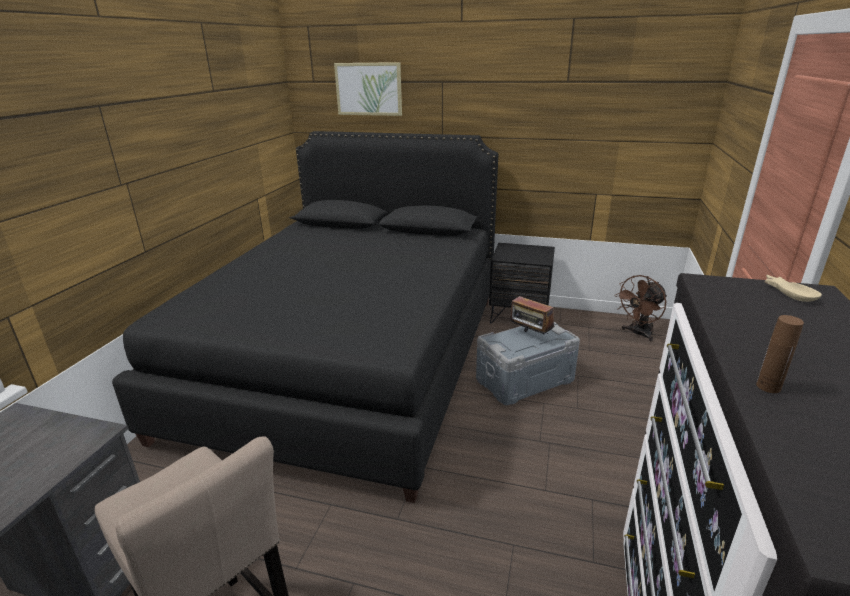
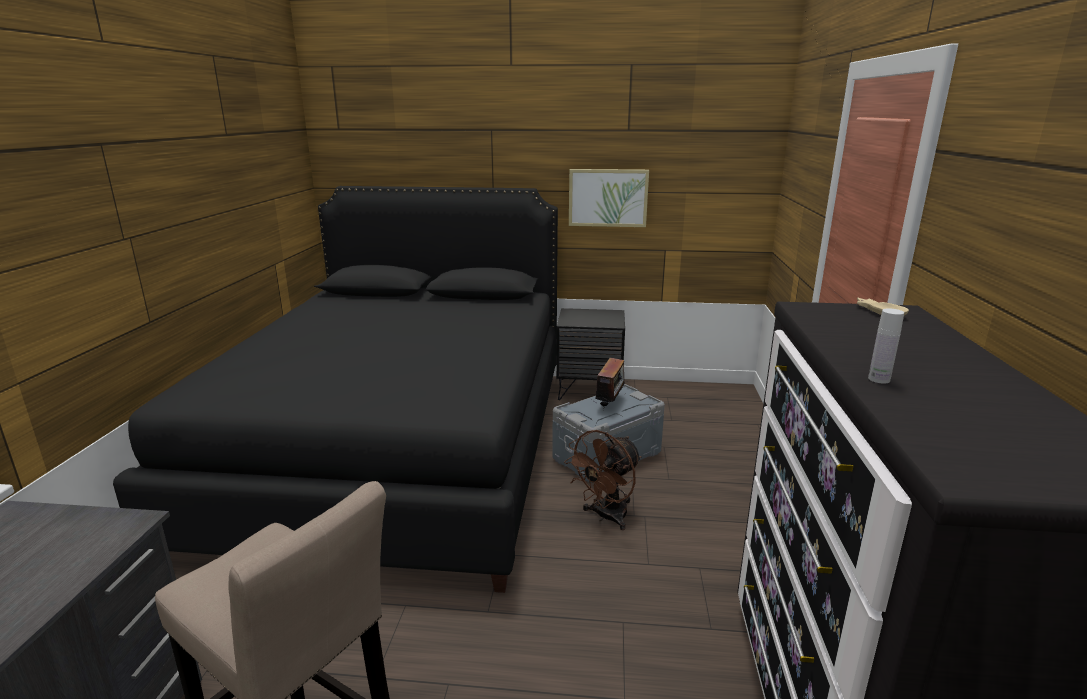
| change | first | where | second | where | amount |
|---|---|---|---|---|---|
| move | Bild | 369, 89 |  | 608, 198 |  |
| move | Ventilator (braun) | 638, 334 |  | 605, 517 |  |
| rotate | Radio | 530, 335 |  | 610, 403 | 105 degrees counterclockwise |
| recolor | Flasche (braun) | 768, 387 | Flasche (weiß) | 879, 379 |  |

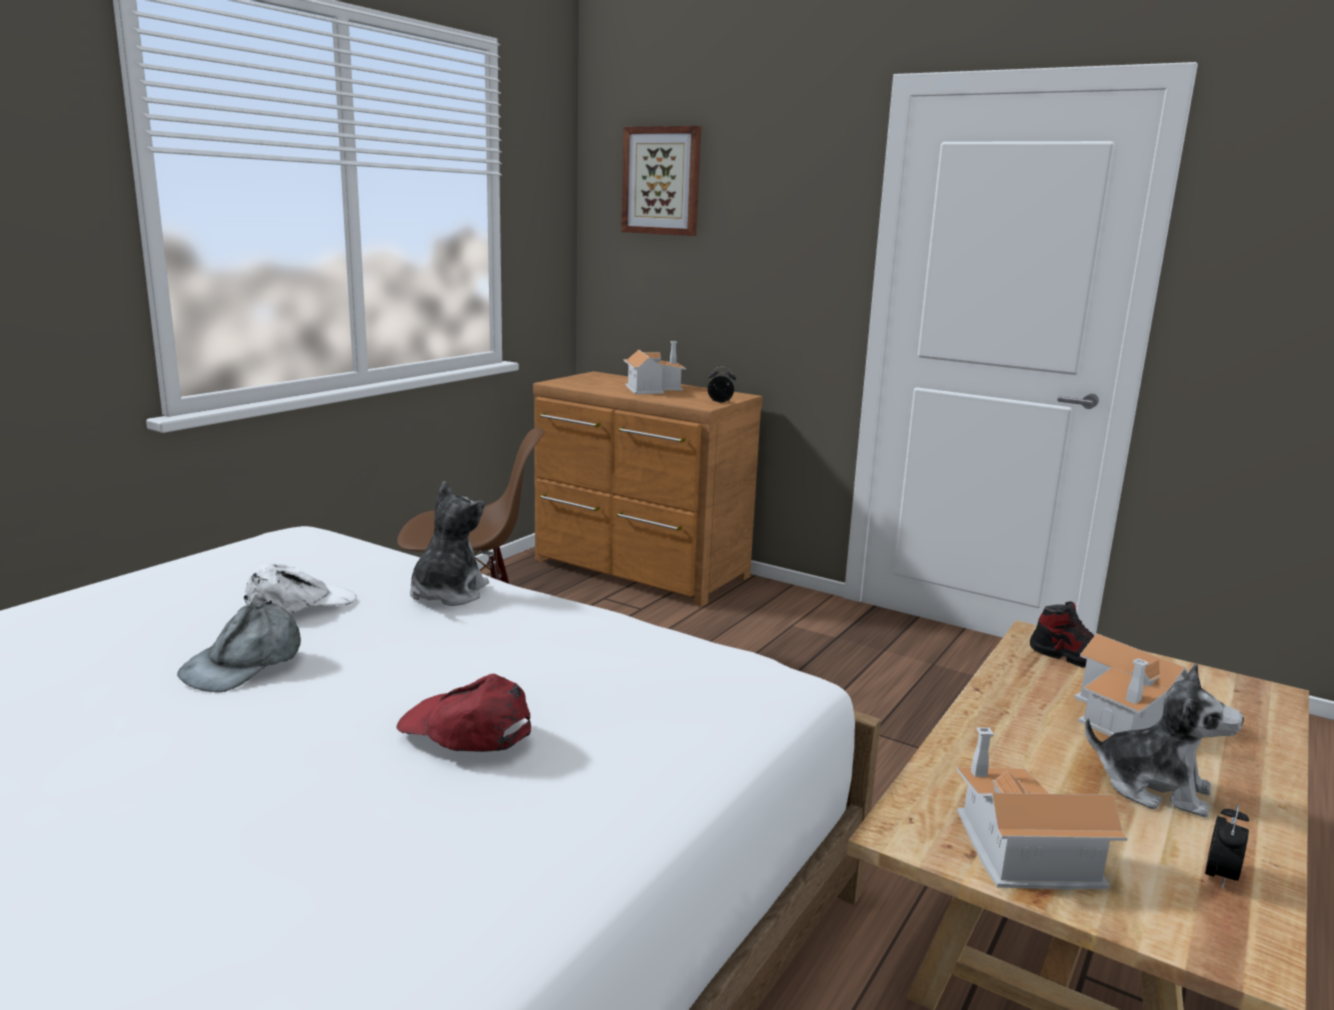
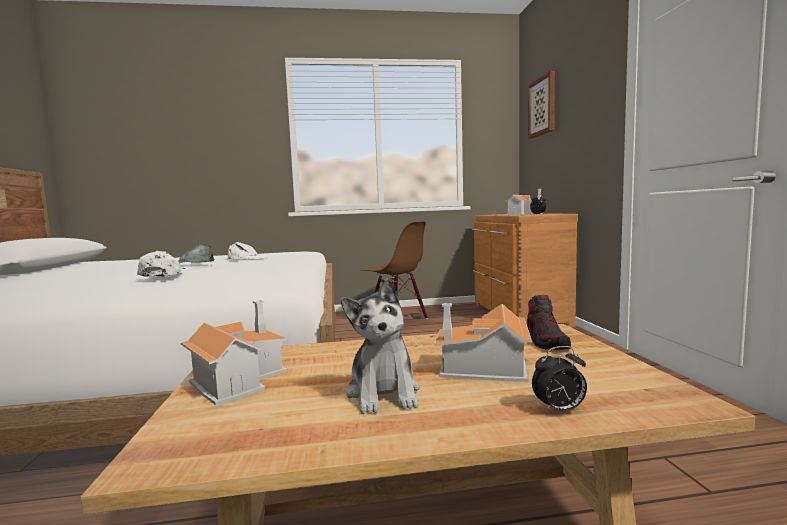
| change | first | where | second | where | amount |
|---|---|---|---|---|---|
| delete | Plüschtier | 447, 593 |  |  |  |
| recolor | Kappe (rot) | 465, 728 | Kappe (weiß) | 162, 274 |  |
| move | Wecker | 1220, 877 |  | 559, 410 |  |

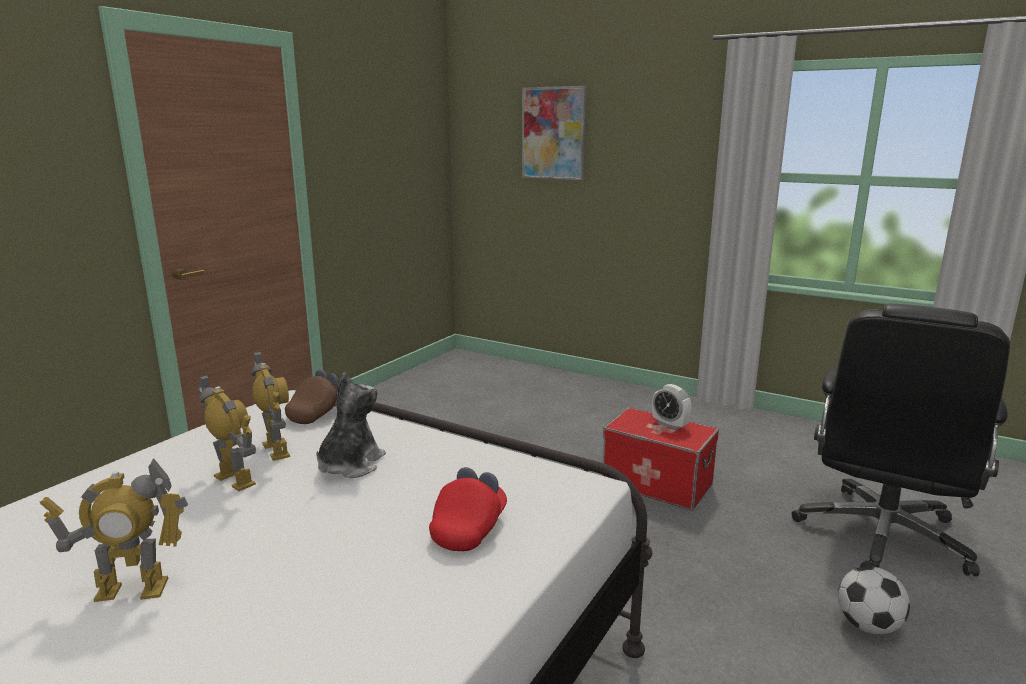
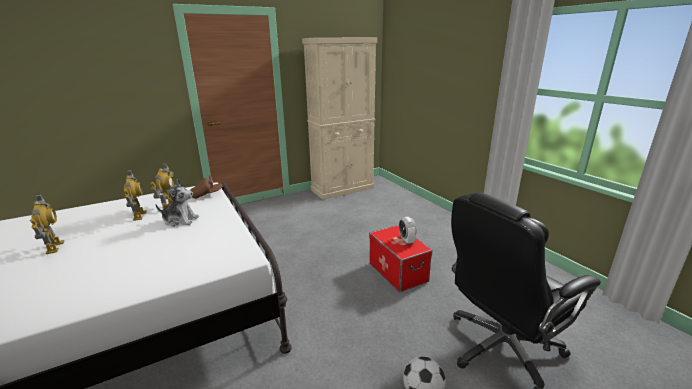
| change | first | where | second | where | amount |
|---|---|---|---|---|---|
| delete | Bild | 553, 133 |  |  |  |
| rotate | Plüschtier | 350, 465 |  | 180, 220 | 45 degrees clockwise |
| rotate | Spielzeugroboter | 132, 590 |  | 54, 247 | 135 degrees counterclockwise |
| delete | Kappe (rot) | 469, 528 |  |  |  |
| insert |  |  | Schrank (beige) | 342, 189 |  |

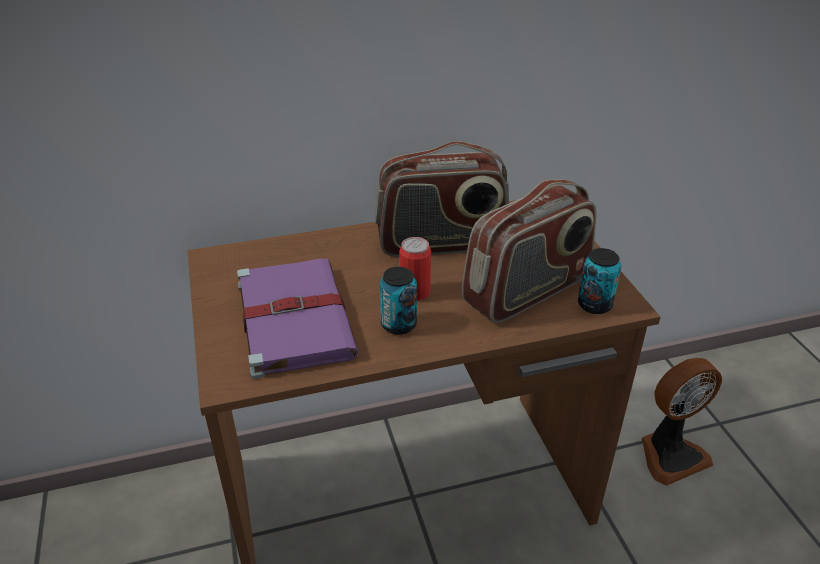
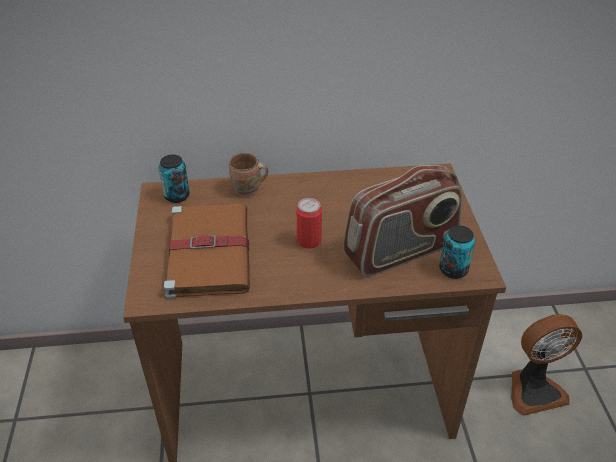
| change | first | where | second | where | amount |
|---|---|---|---|---|---|
| delete | Radio | 441, 243 |  |  |  |
| recolor | Buch (lila) | 293, 317 | Buch (braun) | 209, 251 |  |
| move | Dose | 398, 324 |  | 177, 196 |  |
| insert |  |  | Henkelbecher (braun) | 248, 190 |  |

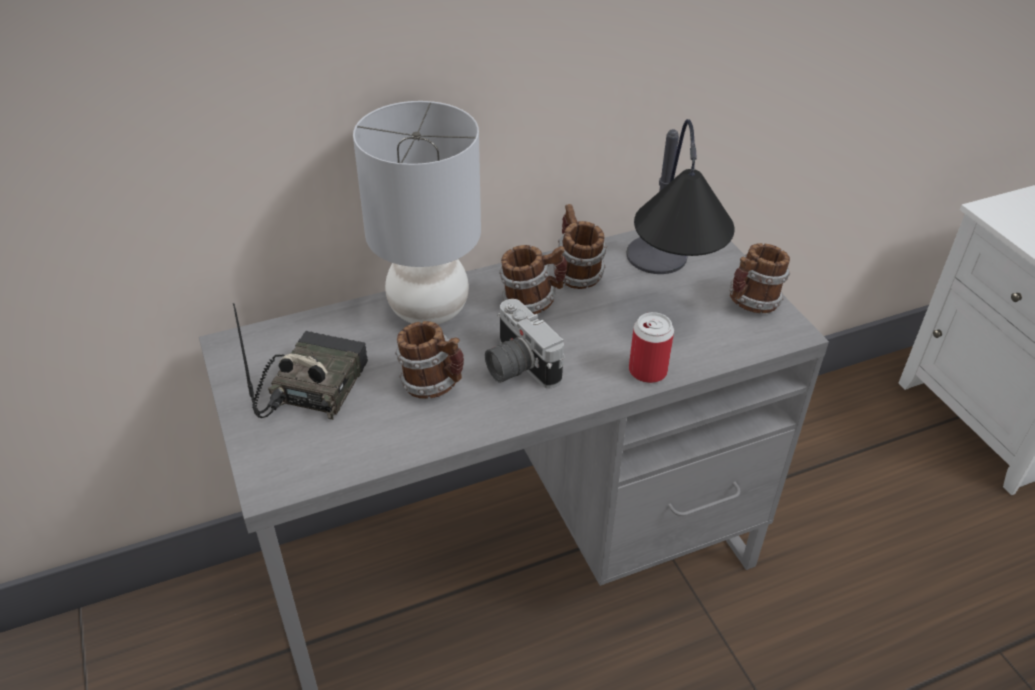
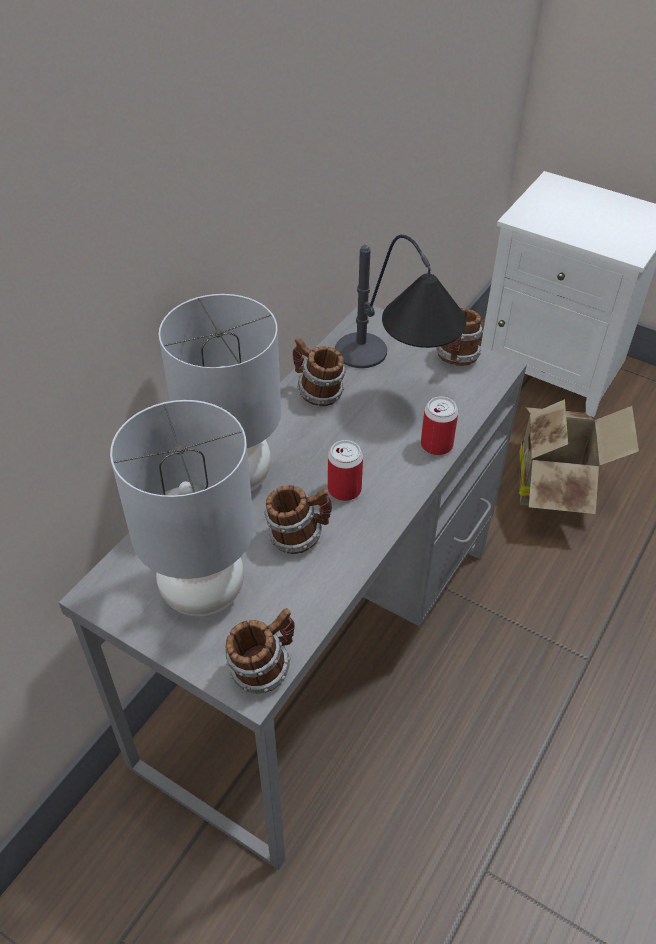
| change | first | where | second | where | amount |
|---|---|---|---|---|---|
| move | Henkelbecher | 532, 302 |  | 263, 668 |  |
| replace | Kamera | 516, 366 | Dose | 344, 489 |  |
| replace | Radio | 311, 386 | Tischlampe (grau) | 204, 590 |  |
| insert |  |  | Karton | 557, 485 |  |

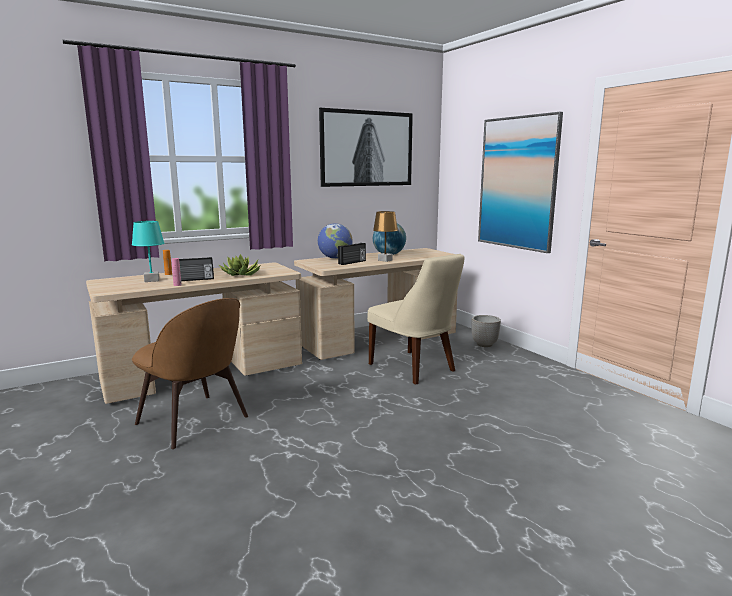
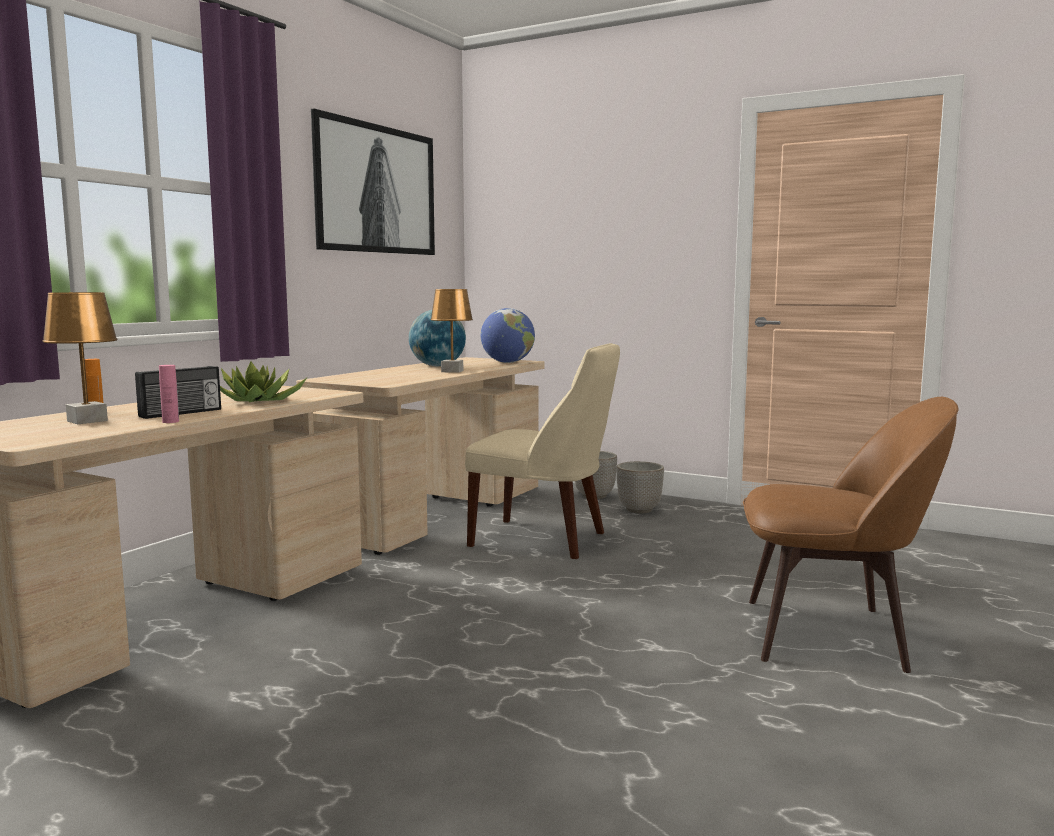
| change | first | where | second | where | amount |
|---|---|---|---|---|---|
| delete | Bild | 517, 183 |  |  |  |
| recolor | Tischlampe (türkis) | 151, 280 | Tischlampe (braun) | 87, 421 |  |
| move | Globus | 335, 258 |  | 507, 362 |  |
| delete | Radio | 352, 262 |  |  |  |
| move | Stuhl (braun) | 195, 421 |  | 831, 634 |  |
| insert |  |  | Pflanzkübel | 639, 510 |  |

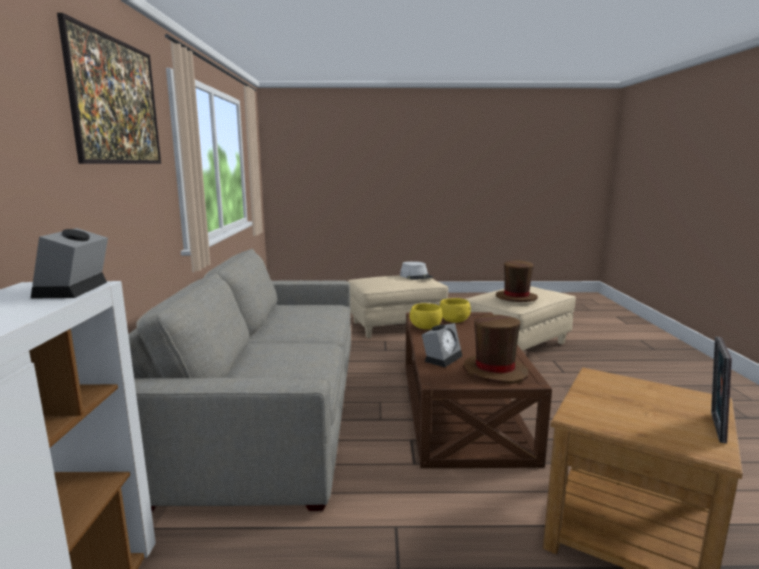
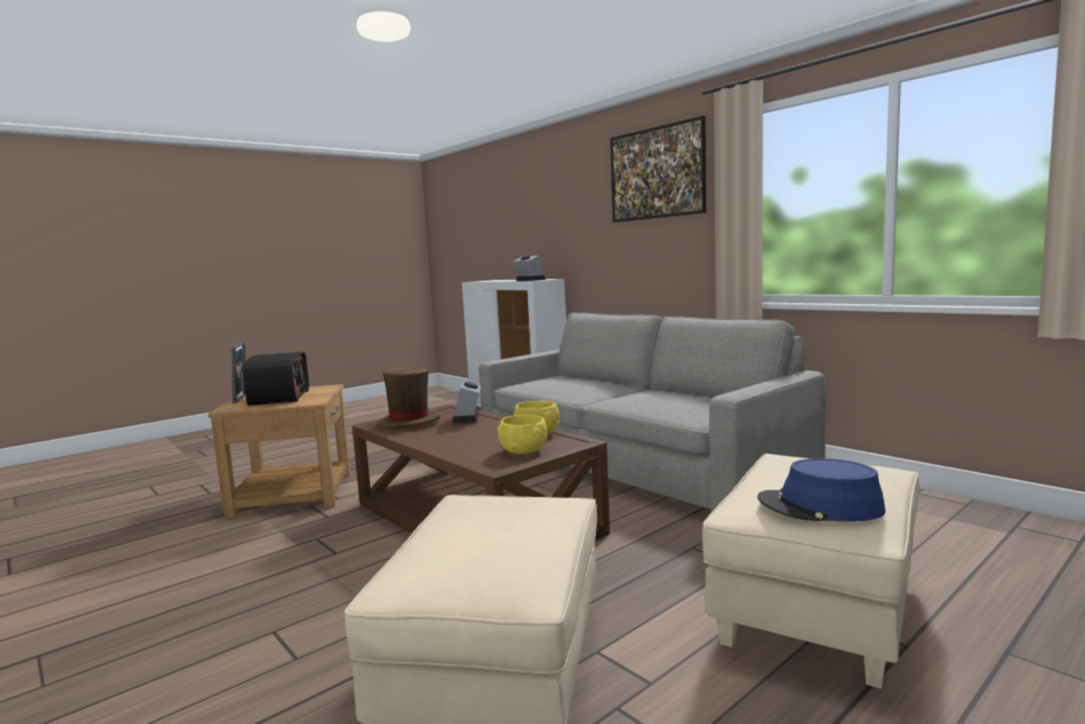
| change | first | where | second | where | amount |
|---|---|---|---|---|---|
| delete | Hut (braun) | 516, 298 |  |  |  |
| recolor | Hut (grau) | 416, 276 | Hut (blau) | 820, 507 |  |
| insert |  |  | Radio | 278, 397 |  |

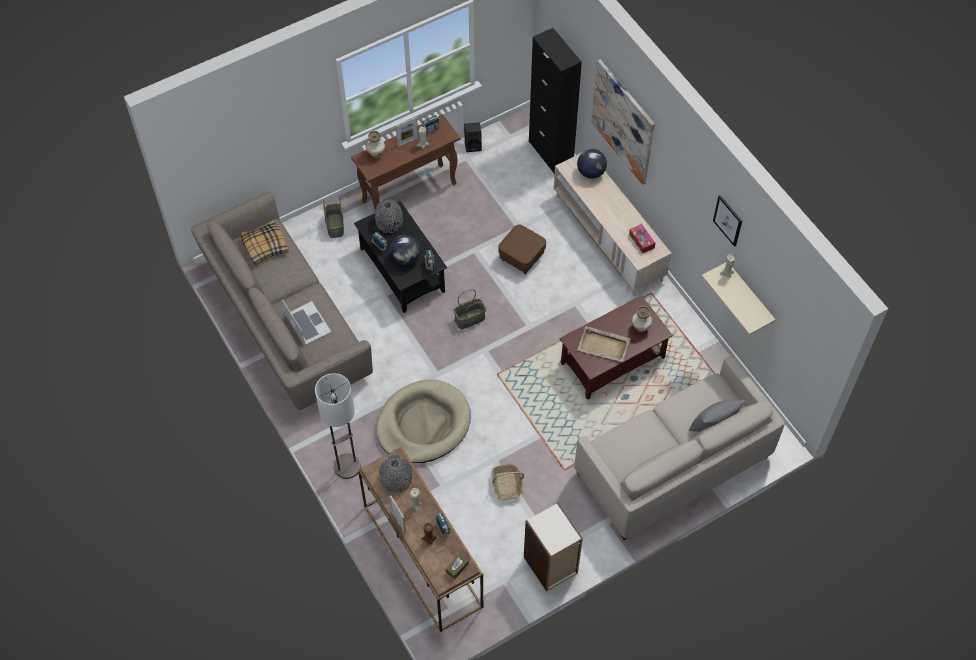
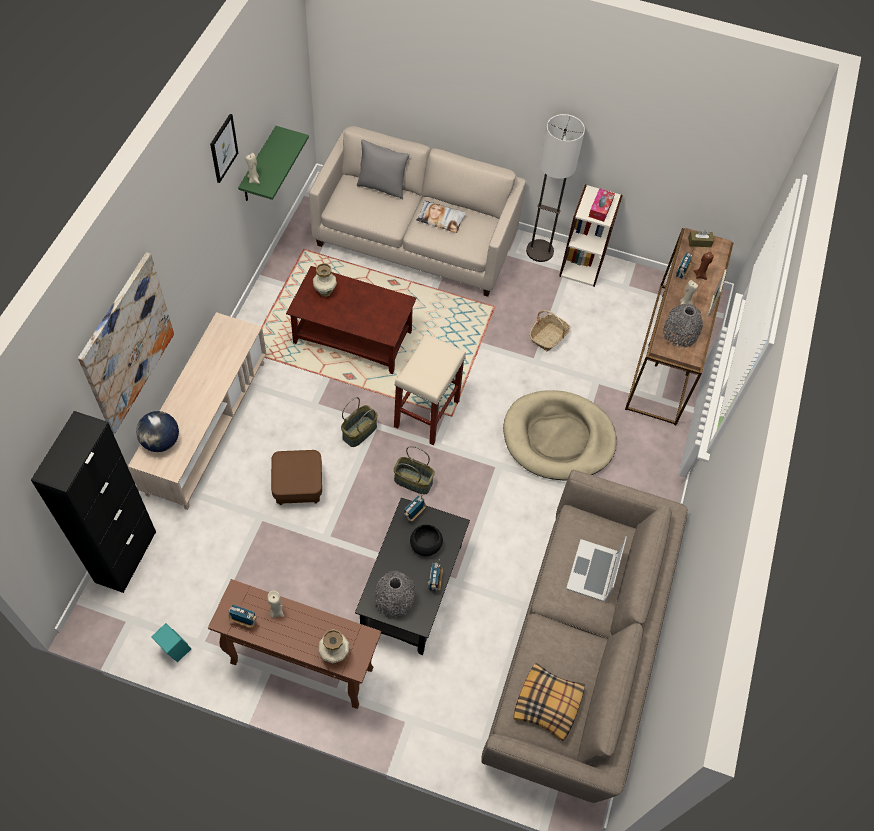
| change | first | where | second | where | amount |
|---|---|---|---|---|---|
| delete | Bilderrahmen | 407, 142 |  |  |  |
| recolor | Lautsprecher (schwarz) | 473, 145 | Lautsprecher (türkis) | 174, 649 |  |
| move | Korb | 335, 226 |  | 359, 431 |  |
| move | Taschentuchbox | 641, 241 |  | 600, 208 |  |
| replace | Globus | 406, 258 | Schüssel (schwarz) | 426, 544 |  |
| recolor | Wandregal (beige) | 749, 297 | Wandregal (grün) | 258, 166 |  |
| delete | Tablett (beige) | 604, 345 |  |  |  |
| move | Stehlampe | 347, 466 |  | 540, 251 |  |
| insert |  |  | Kissen | 440, 219 |  |
| insert |  |  | Hocker (beige) | 426, 413 |  |

